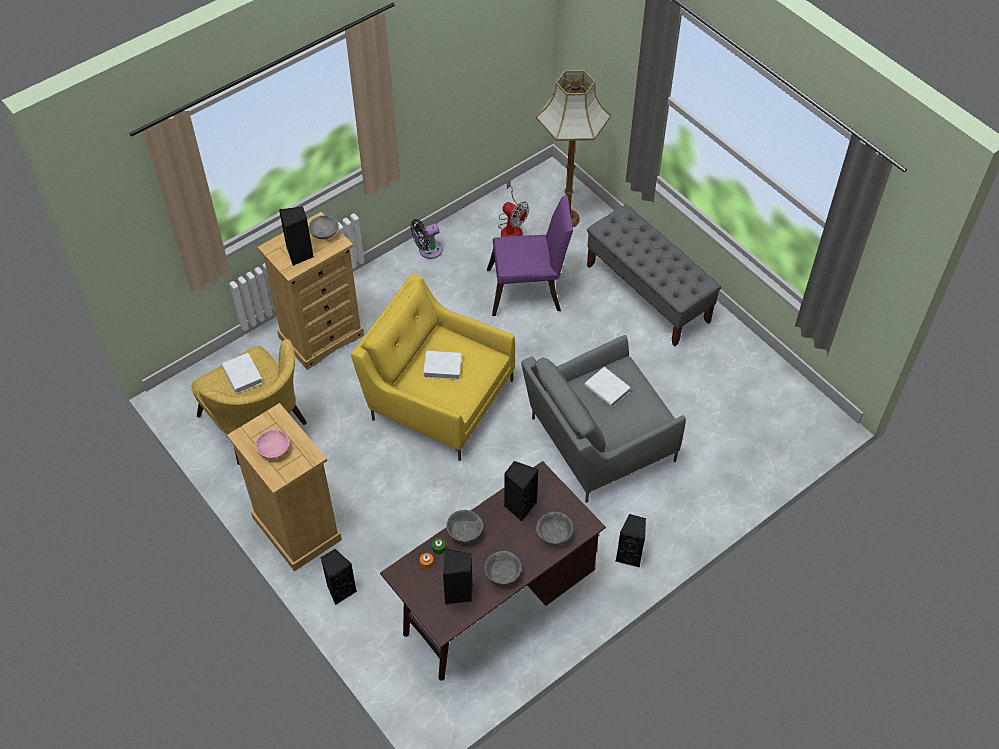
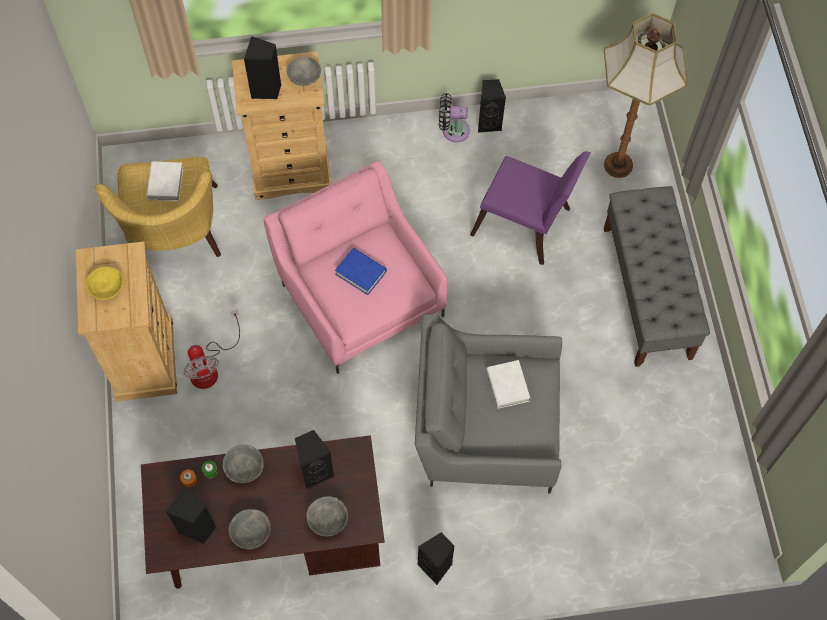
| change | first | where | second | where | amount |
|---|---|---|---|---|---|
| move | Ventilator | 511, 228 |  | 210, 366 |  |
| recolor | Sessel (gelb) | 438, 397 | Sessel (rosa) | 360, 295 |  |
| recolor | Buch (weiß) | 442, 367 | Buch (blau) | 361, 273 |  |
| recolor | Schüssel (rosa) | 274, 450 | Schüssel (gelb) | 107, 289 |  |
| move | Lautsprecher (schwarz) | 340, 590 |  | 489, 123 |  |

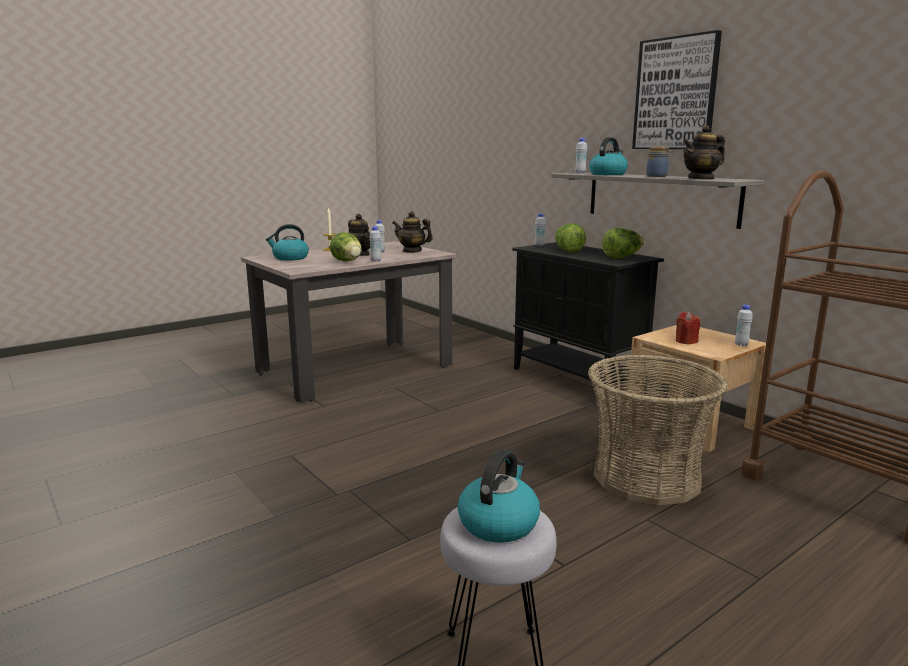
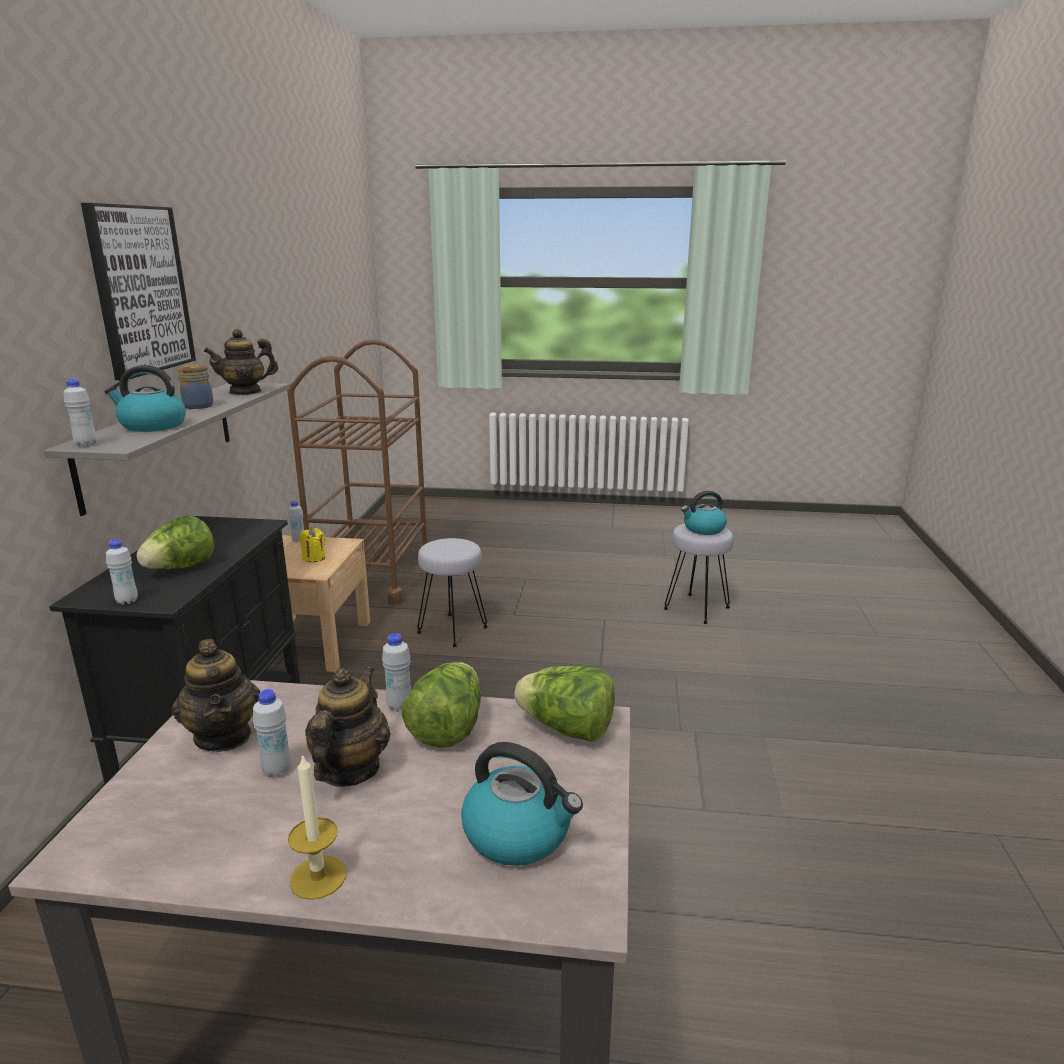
| change | first | where | second | where | amount |
|---|---|---|---|---|---|
| rotate | Teekanne | 701, 178 |  | 245, 392 | 135 degrees clockwise |
| move | Salatkopf | 622, 257 |  | 567, 729 |  |
| recolor | Kerze (rot) | 686, 341 | Kerze (gelb) | 314, 558 |  |
| replace | Korb | 646, 477 | Hocker (grau) | 453, 630 |  |

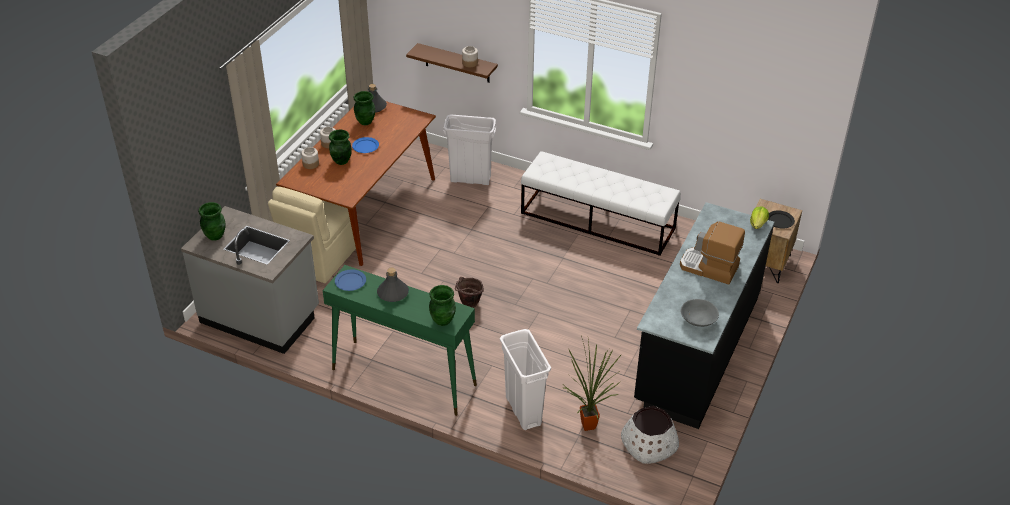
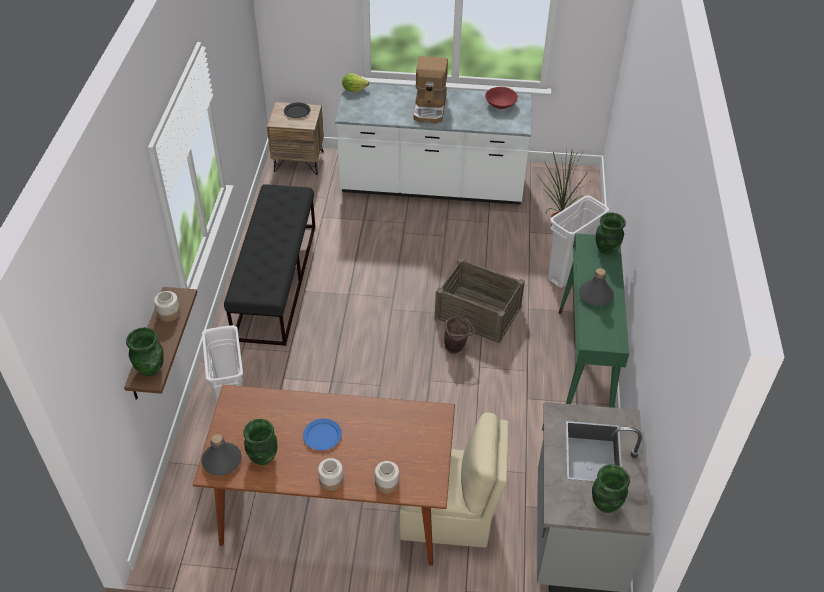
| change | first | where | second | where | amount |
|---|---|---|---|---|---|
| move | Vase (grün) | 341, 161 |  | 151, 368 |  |
| recolor | Bank (weiß) | 598, 221 | Bank (schwarz) | 276, 280 |  |
| recolor | Küchenzeile (schwarz) | 696, 349 | Küchenzeile (weiß) | 432, 186 |  |
| delete | Teller (blau) | 350, 281 |  |  |  |
| recolor | Schüssel (grau) | 698, 320 | Schüssel (rot) | 500, 105 |  |
| delete | Pflanzkübel (weiß) | 649, 445 |  |  |  |
| insert |  |  | Kiste | 478, 313 |  |

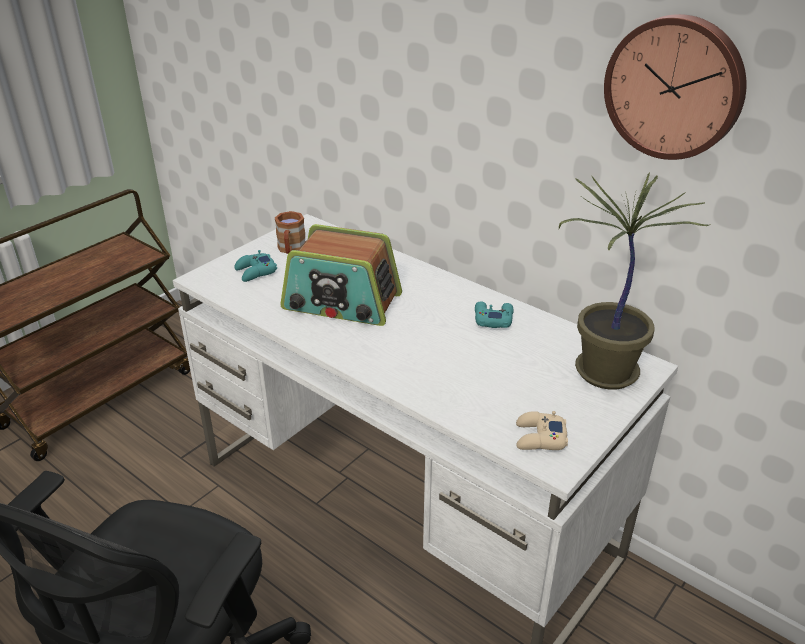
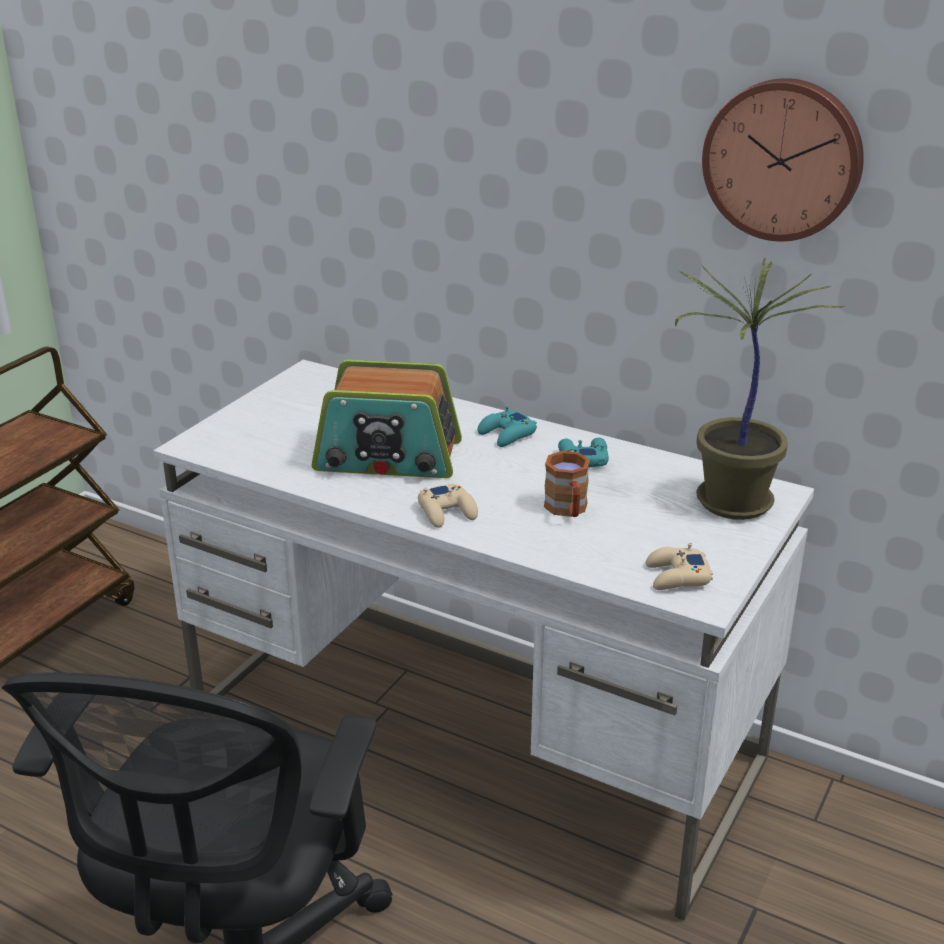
| change | first | where | second | where | amount |
|---|---|---|---|---|---|
| move | Henkelbecher (braun) | 291, 250 |  | 568, 510 |  |
| move | Gamepad (türkis) | 255, 272 |  | 507, 434 |  |
| insert |  |  | Gamepad (beige) | 447, 512 |  |

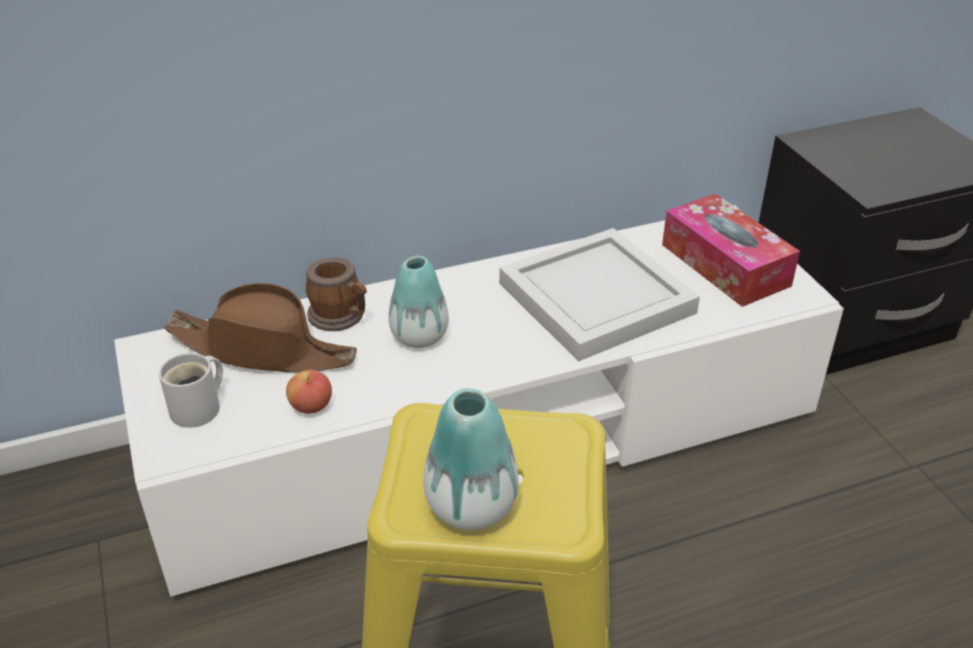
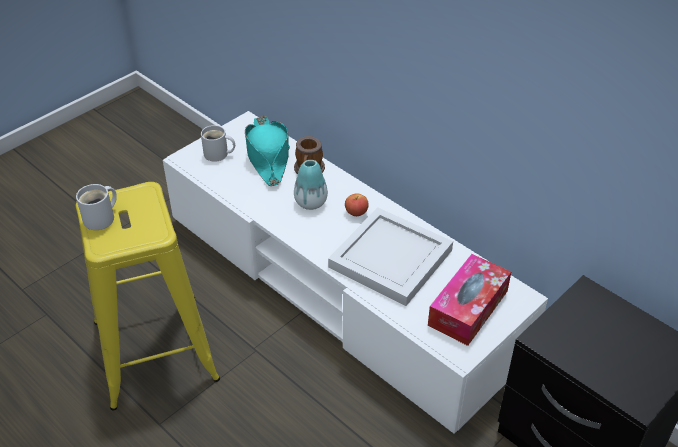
| change | first | where | second | where | amount |
|---|---|---|---|---|---|
| recolor | Hut (braun) | 263, 350 | Hut (türkis) | 268, 156 |  |
| move | Apfel | 311, 406 |  | 356, 212 |  |
| replace | Vase | 471, 506 | Henkelbecher (weiß) | 102, 218 |  |

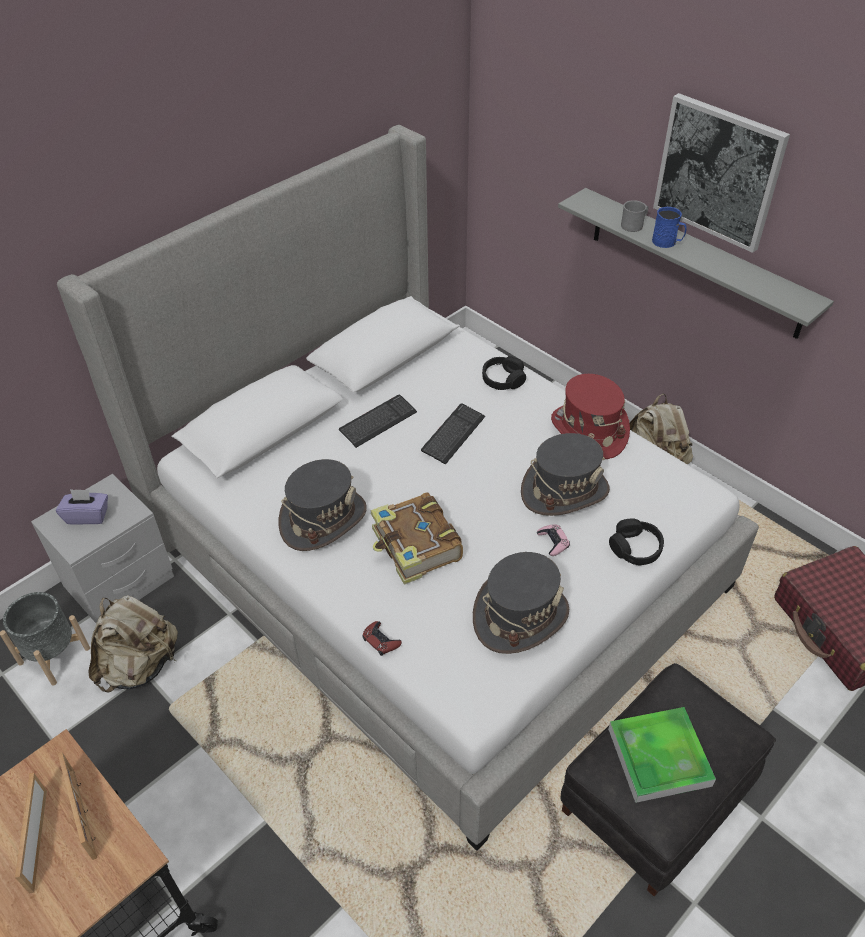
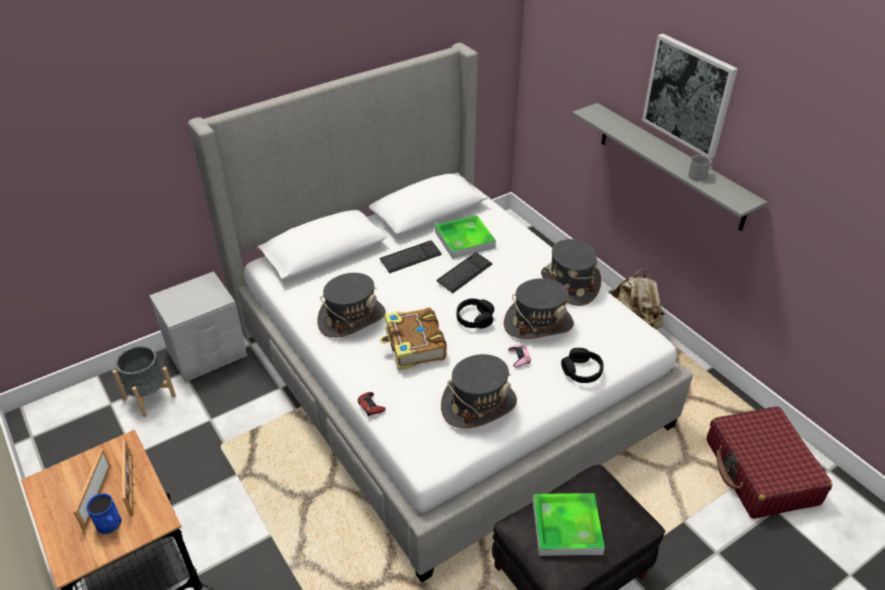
| change | first | where | second | where | amount |
|---|---|---|---|---|---|
| move | Henkelbecher (grau) | 634, 225 |  | 699, 175 |  |
| move | Henkelbecher (blau) | 667, 242 |  | 110, 525 |  |
| move | Kopfhörer (schwarz) | 503, 379 |  | 474, 318 |  |
| recolor | Hut (rot) | 588, 431 | Hut (grau) | 569, 284 |  |
| delete | Taschentuchbox (lila) | 88, 516 |  |  |  |
| delete | Rucksack (beige) | 140, 665 |  |  |  |
| insert |  |  | Tablett | 464, 240 |  |

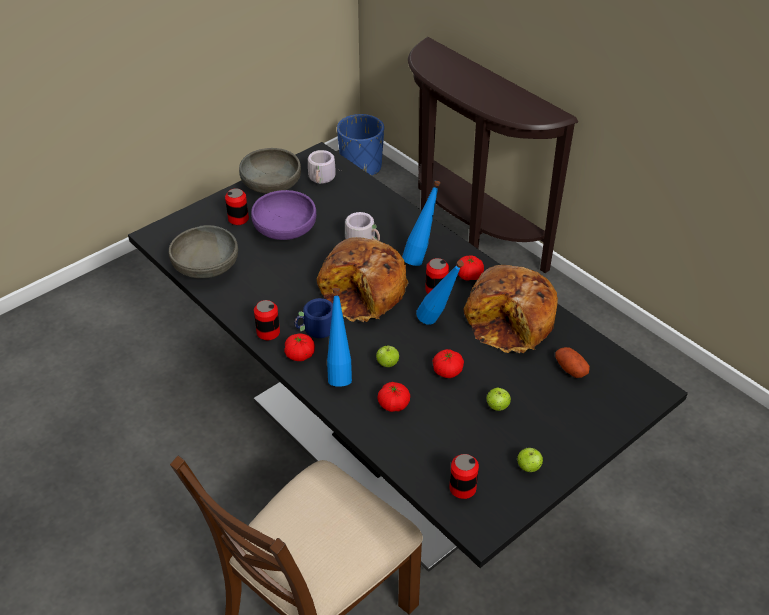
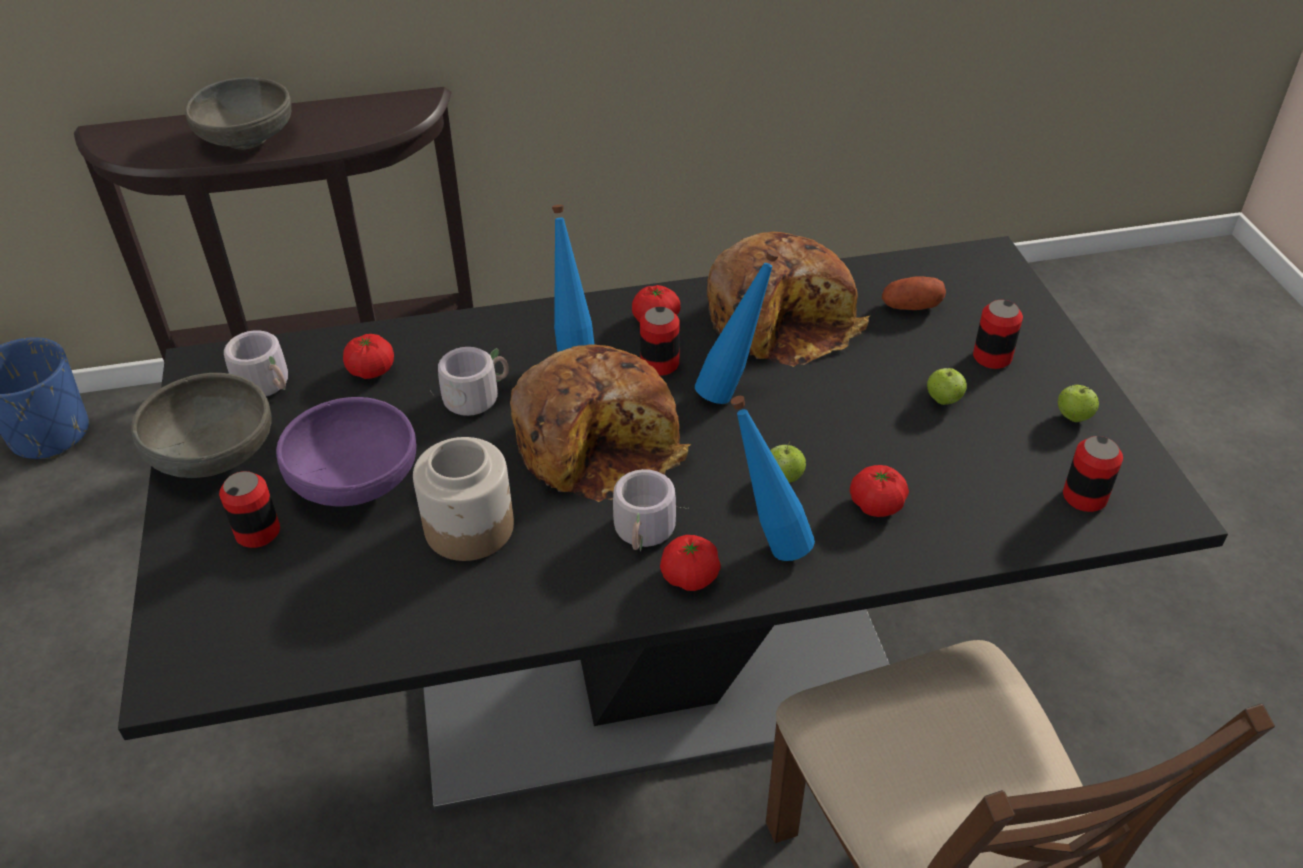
| change | first | where | second | where | amount |
|---|---|---|---|---|---|
| move | Schüssel (grau) | 206, 267 |  | 247, 138 |  |
| recolor | Henkelbecher (blau) | 316, 331 | Henkelbecher (grau) | 647, 533 |  |
| move | Dose | 268, 332 |  | 992, 357 |  |
| move | Tomate | 447, 371 |  | 371, 370 |  |
| insert |  |  | Vorratsglas | 470, 527 |  |

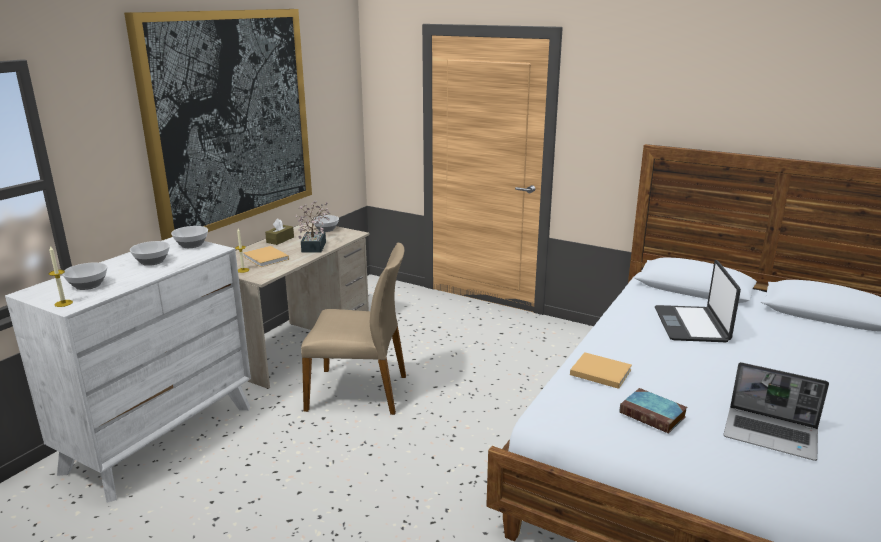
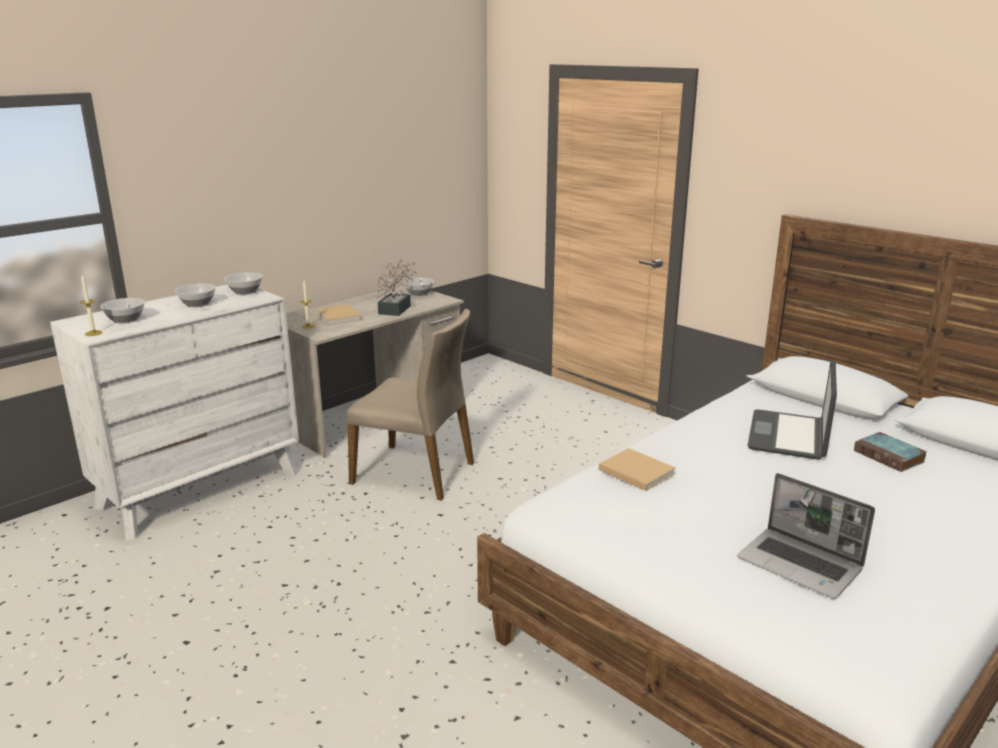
| change | first | where | second | where | amount |
|---|---|---|---|---|---|
| delete | Bild | 230, 118 |  |  |  |
| delete | Taschentuchbox (braun) | 280, 240 |  |  |  |
| move | Buch | 654, 415 |  | 890, 456 |  |

